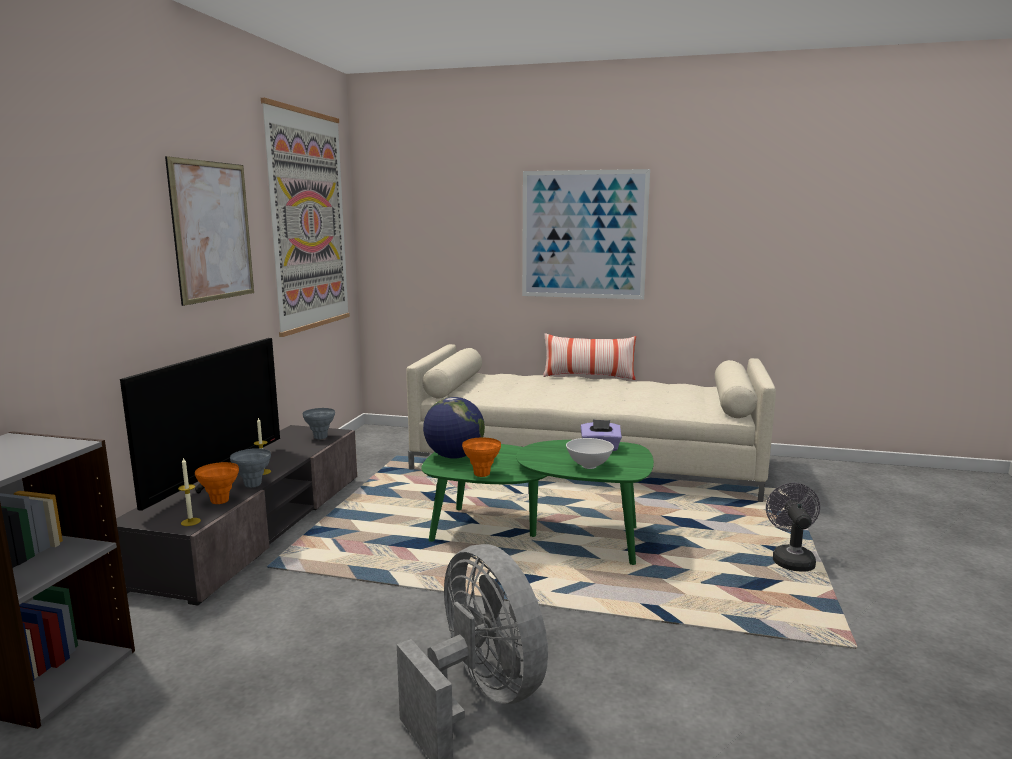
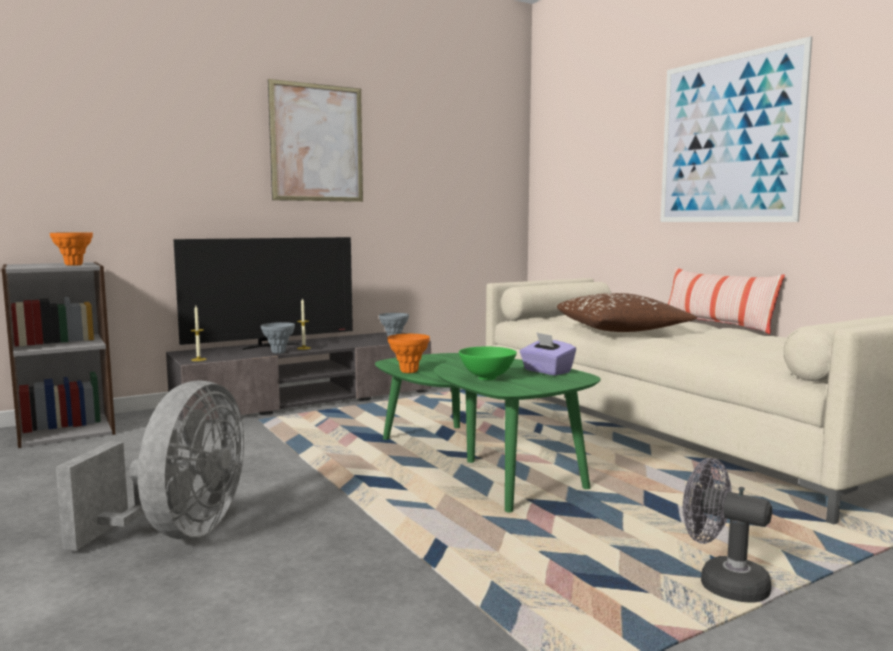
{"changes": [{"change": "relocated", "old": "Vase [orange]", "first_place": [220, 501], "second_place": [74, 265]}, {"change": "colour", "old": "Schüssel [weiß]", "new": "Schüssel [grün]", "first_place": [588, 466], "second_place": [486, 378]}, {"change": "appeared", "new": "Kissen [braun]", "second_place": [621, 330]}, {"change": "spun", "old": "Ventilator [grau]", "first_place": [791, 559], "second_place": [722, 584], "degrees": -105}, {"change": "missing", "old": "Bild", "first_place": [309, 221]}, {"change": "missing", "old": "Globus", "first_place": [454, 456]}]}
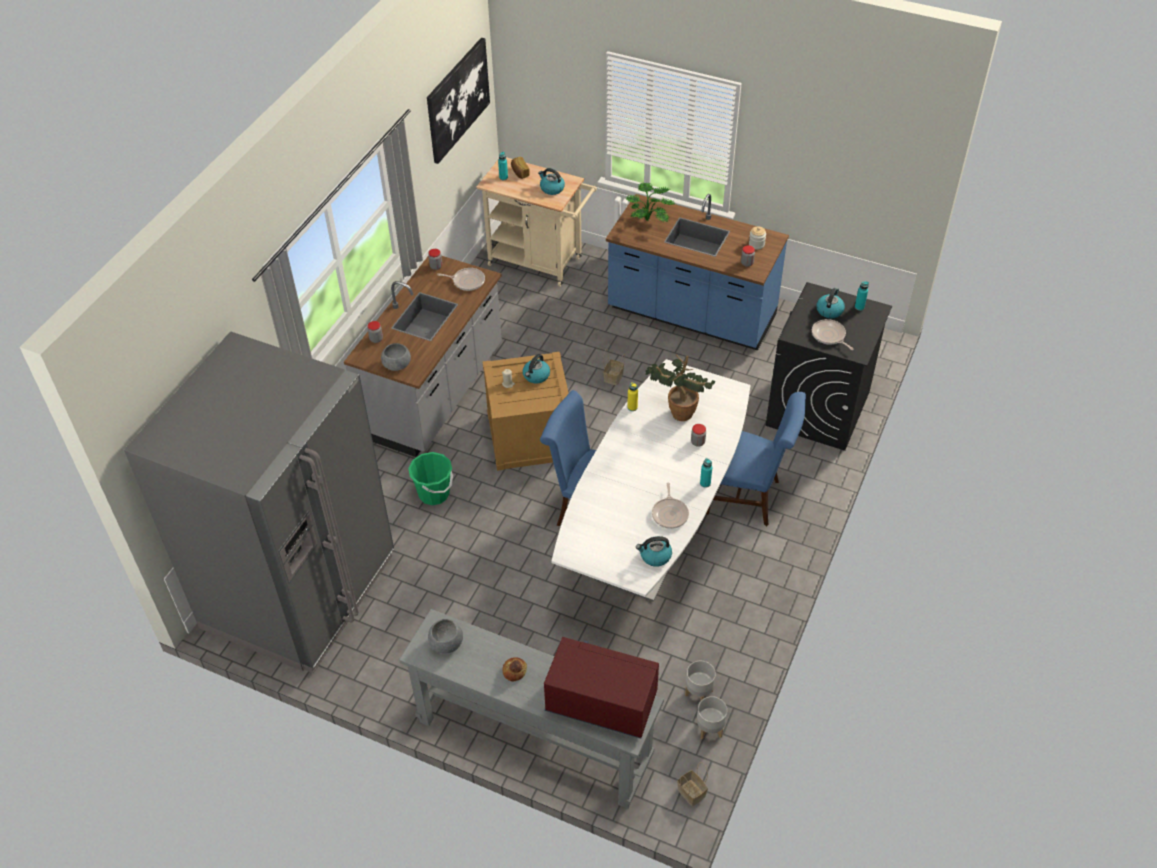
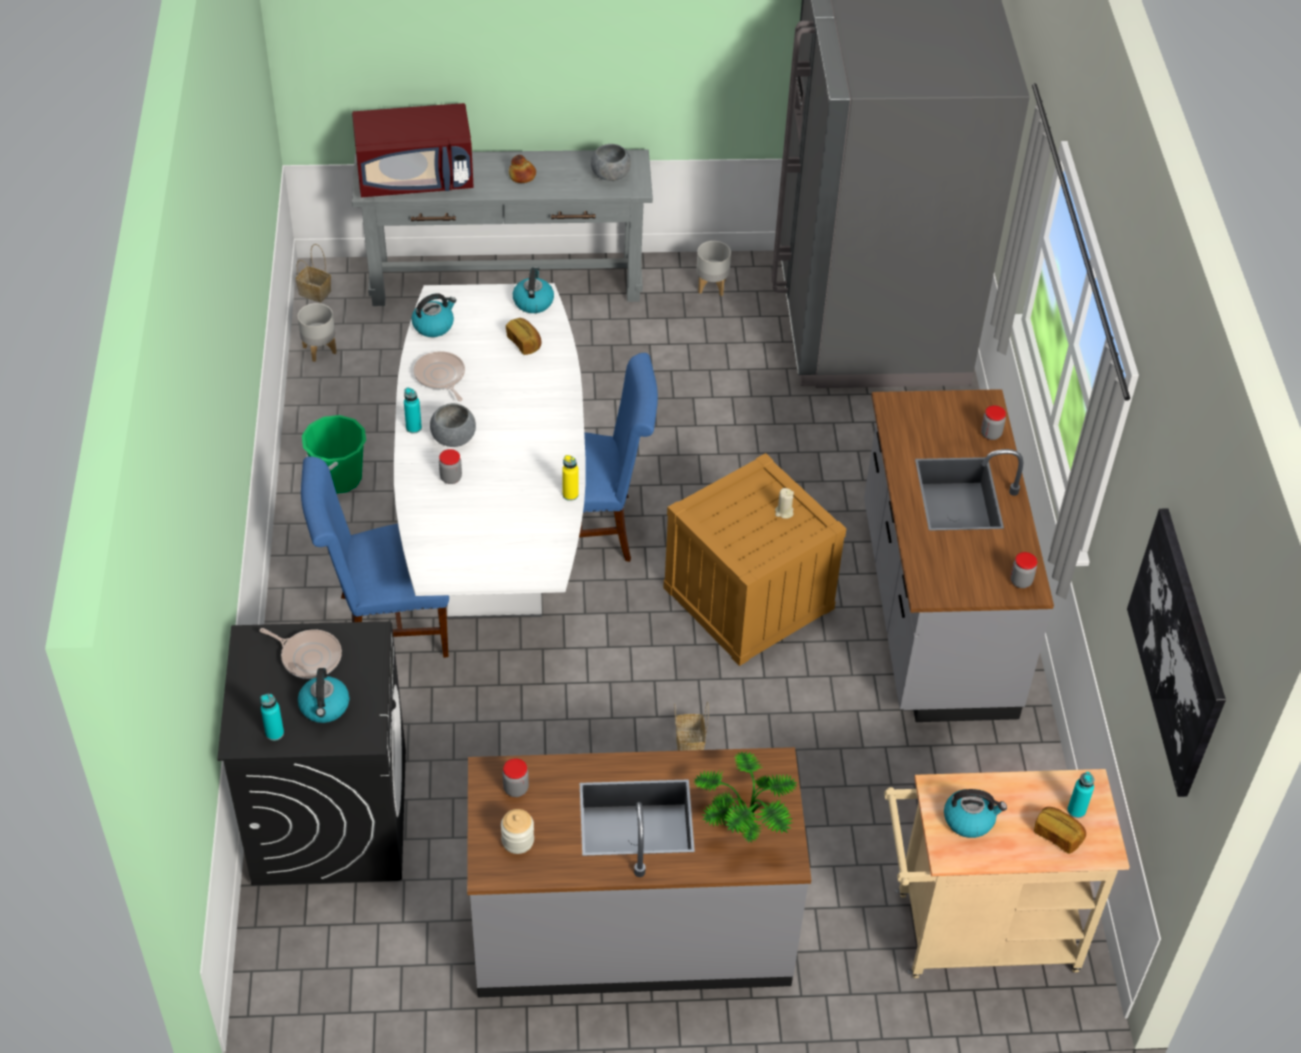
{"changes": [{"change": "relocated", "old": "Eimer [grün]", "first_place": [434, 493], "second_place": [338, 478]}, {"change": "relocated", "old": "Schüssel [grau]", "first_place": [397, 365], "second_place": [453, 437]}, {"change": "colour", "old": "Küchenzeile [blau]", "new": "Küchenzeile [grau]", "first_place": [691, 314], "second_place": [631, 927]}, {"change": "appeared", "new": "Brot", "second_place": [524, 343]}, {"change": "relocated", "old": "Wasserkessel", "first_place": [536, 376], "second_place": [533, 301]}, {"change": "relocated", "old": "Pflanzkübel [grau]", "first_place": [698, 693], "second_place": [712, 286]}, {"change": "missing", "old": "Pfanne", "first_place": [467, 281]}, {"change": "missing", "old": "Topfpflanze", "first_place": [678, 410]}]}
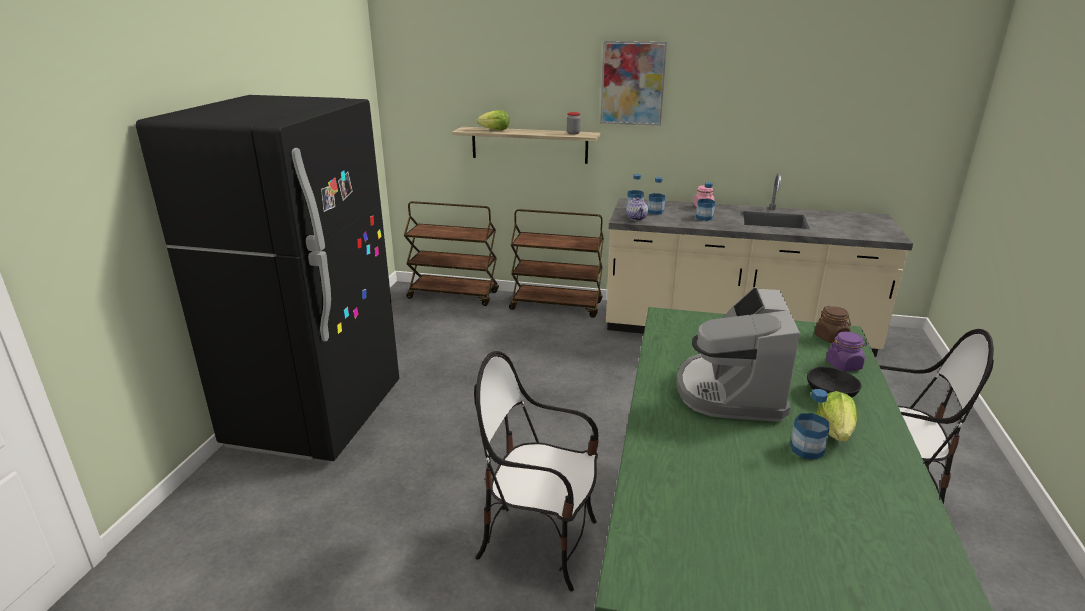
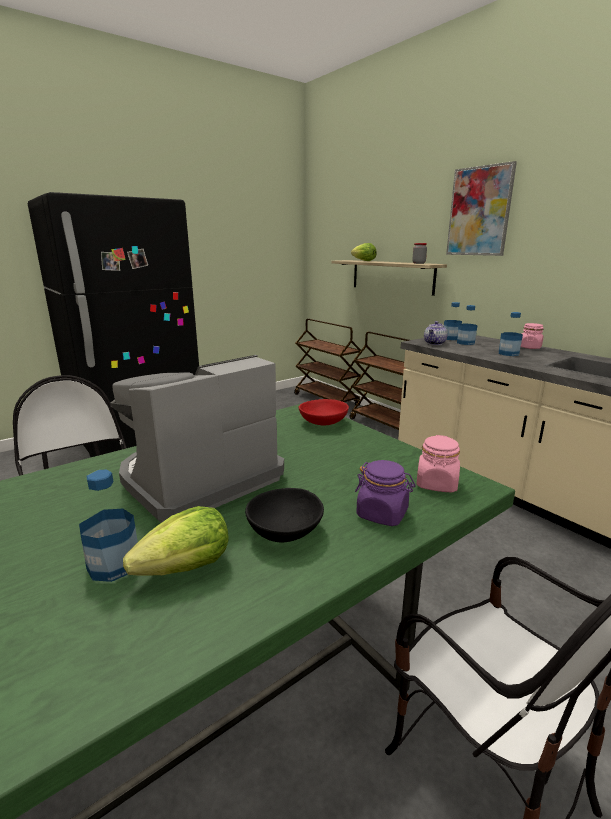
{"changes": [{"change": "appeared", "new": "Schüssel [rot]", "second_place": [323, 423]}, {"change": "colour", "old": "Vorratsglas [braun]", "new": "Vorratsglas [rosa]", "first_place": [831, 338], "second_place": [436, 484]}]}
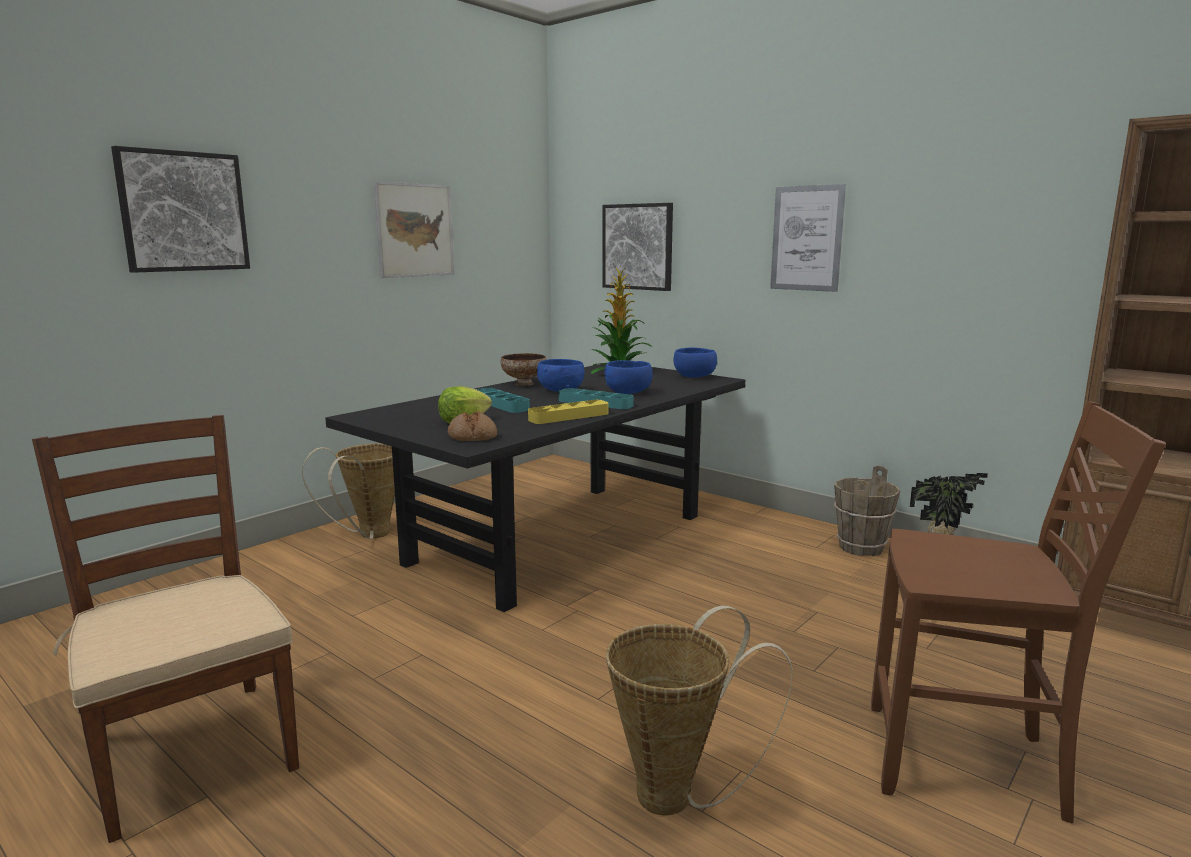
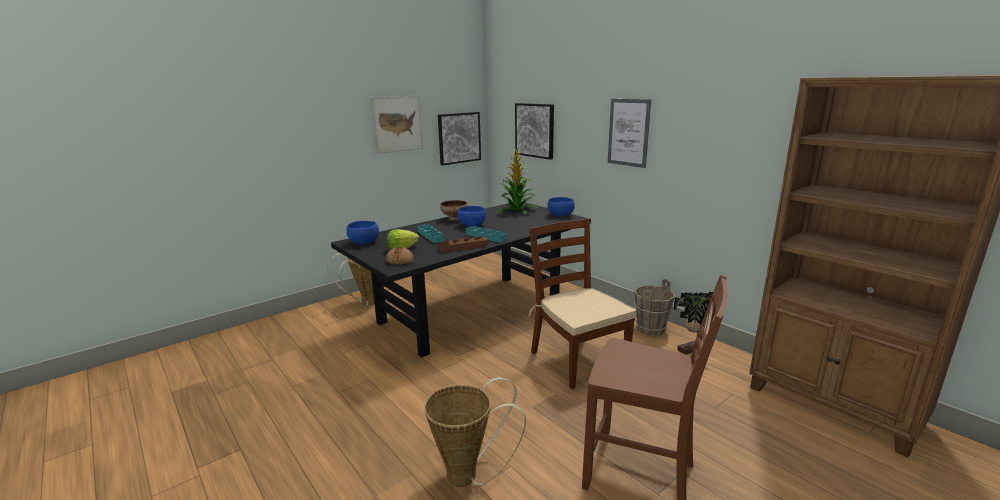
{"changes": [{"change": "relocated", "old": "Schüssel [blau]", "first_place": [628, 392], "second_place": [364, 242]}, {"change": "relocated", "old": "Bild", "first_place": [183, 211], "second_place": [459, 138]}, {"change": "colour", "old": "Tablett [gelb]", "new": "Tablett [braun]", "first_place": [569, 416], "second_place": [463, 247]}, {"change": "relocated", "old": "Stuhl [braun]", "first_place": [191, 751], "second_place": [577, 360]}]}
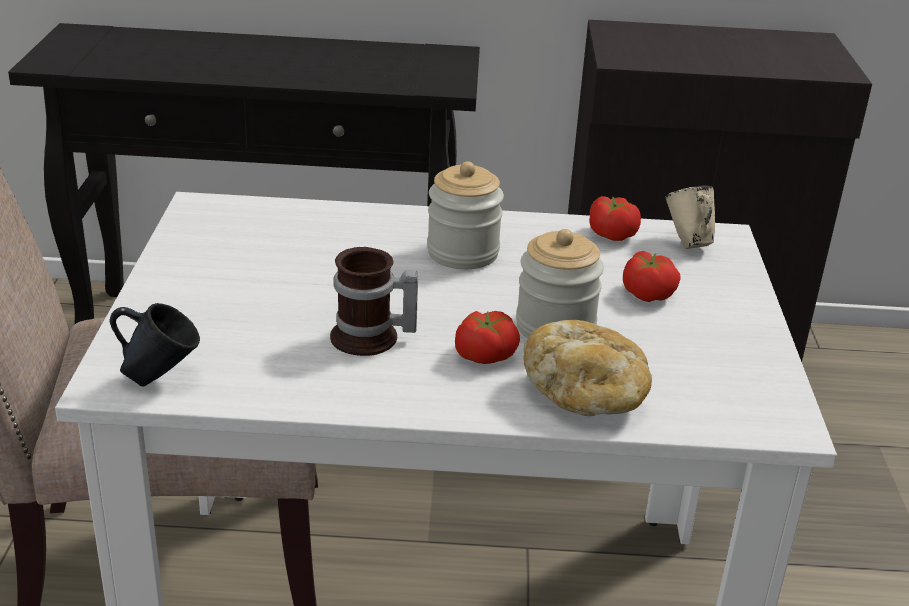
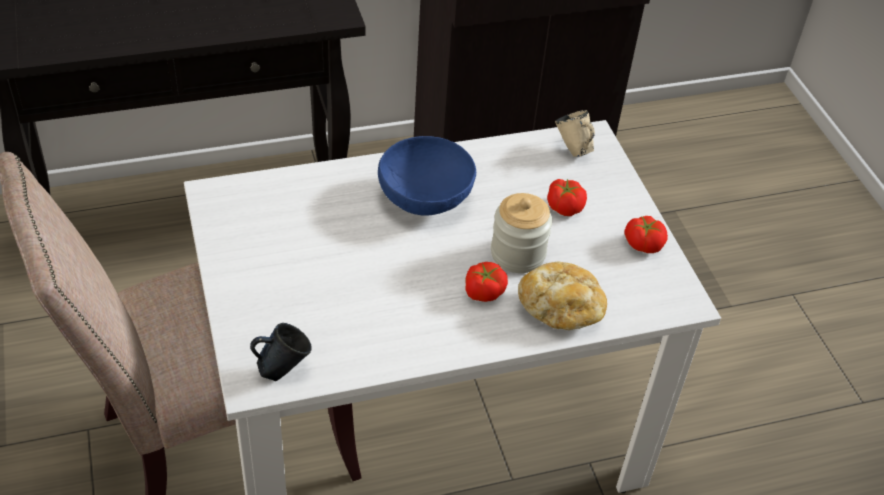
{"changes": [{"change": "exchanged", "old": "Vorratsglas", "new": "Schüssel [blau]", "first_place": [463, 253], "second_place": [426, 197]}, {"change": "relocated", "old": "Tomate", "first_place": [612, 234], "second_place": [643, 243]}, {"change": "missing", "old": "Henkelbecher", "first_place": [371, 339]}]}
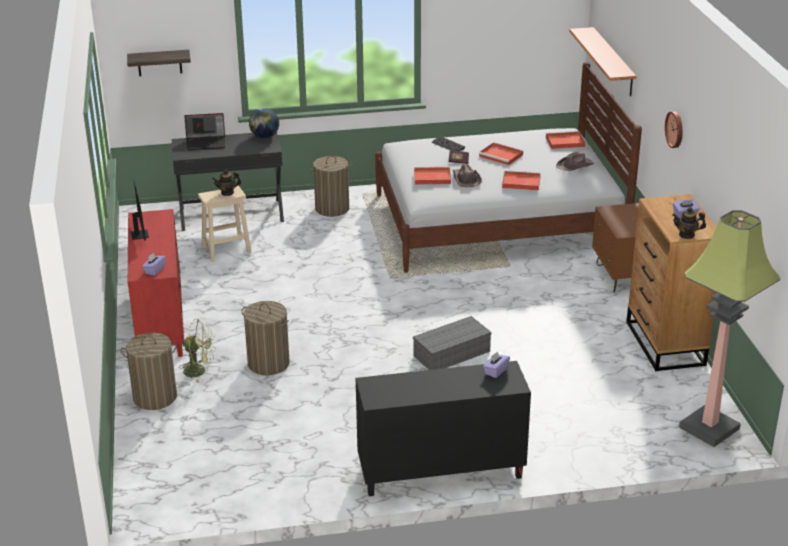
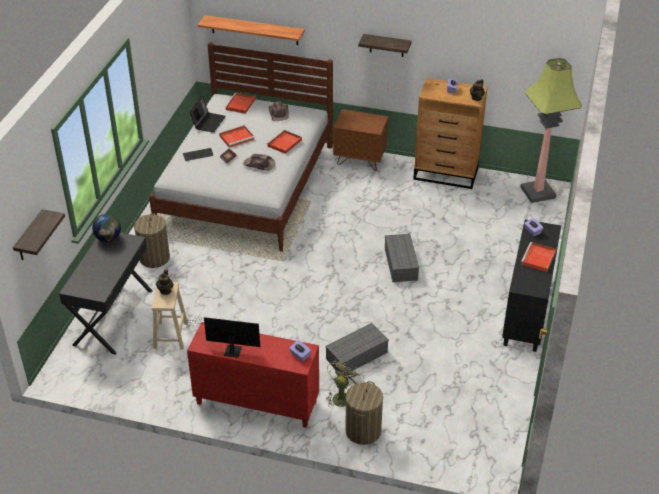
{"changes": [{"change": "relocated", "old": "Laptop", "first_place": [206, 142], "second_place": [208, 122]}, {"change": "exchanged", "old": "Wäschekorb", "new": "Aufbewahrungsbox [grau]", "first_place": [268, 363], "second_place": [356, 356]}, {"change": "exchanged", "old": "Wanduhr", "new": "Wandregal", "first_place": [675, 129], "second_place": [386, 45]}, {"change": "relocated", "old": "Tablett [rot]", "first_place": [431, 178], "second_place": [538, 259]}]}
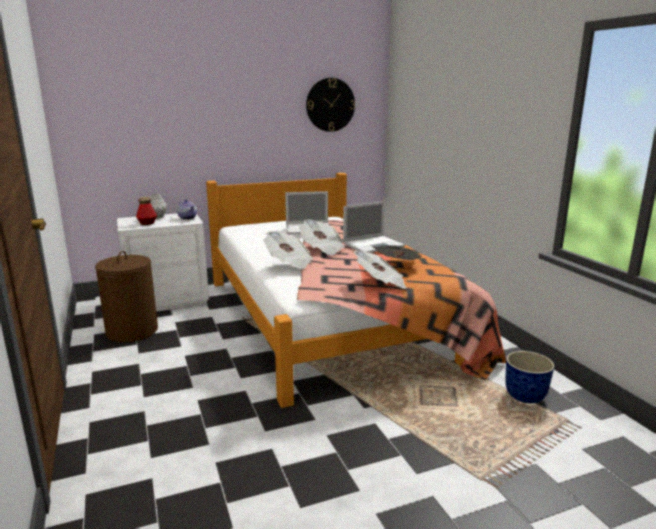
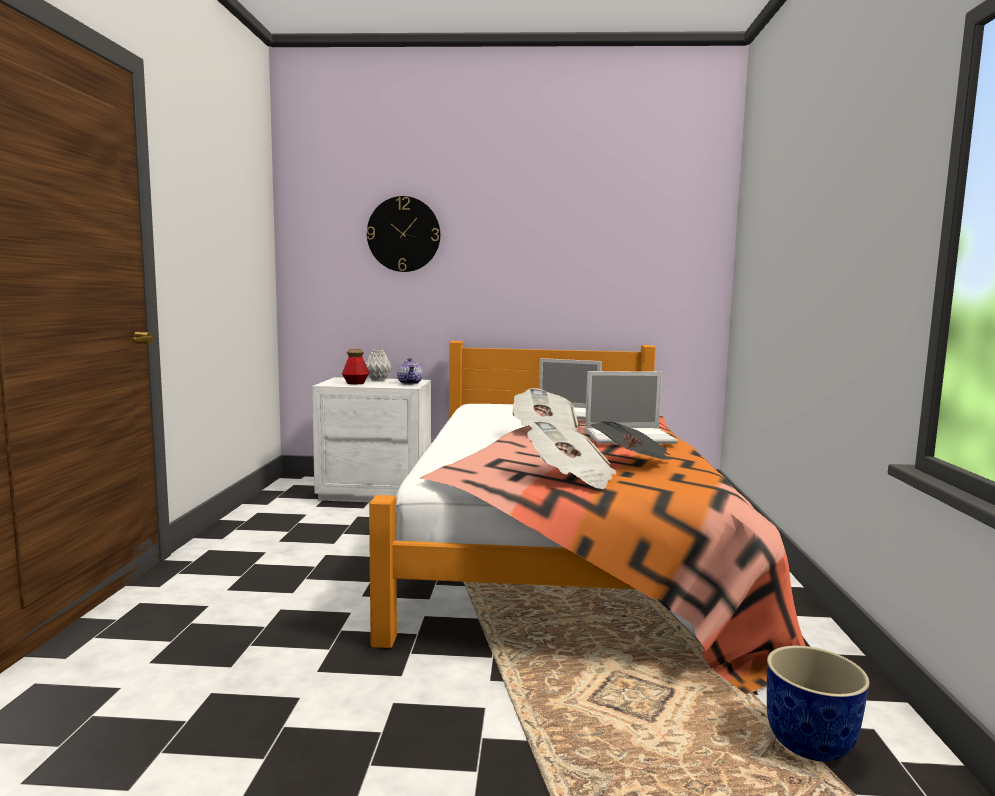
{"changes": [{"change": "relocated", "old": "Wanduhr", "first_place": [330, 105], "second_place": [403, 234]}, {"change": "missing", "old": "Wäschekorb [braun]", "first_place": [132, 331]}, {"change": "missing", "old": "Zeitung", "first_place": [289, 262]}]}
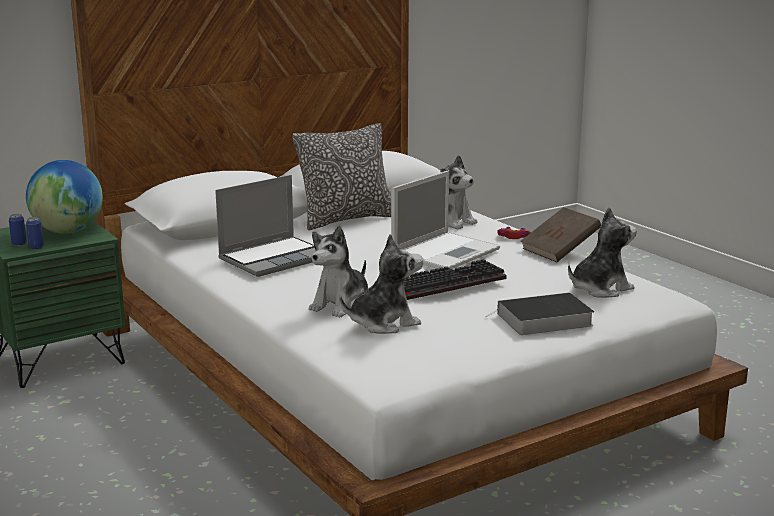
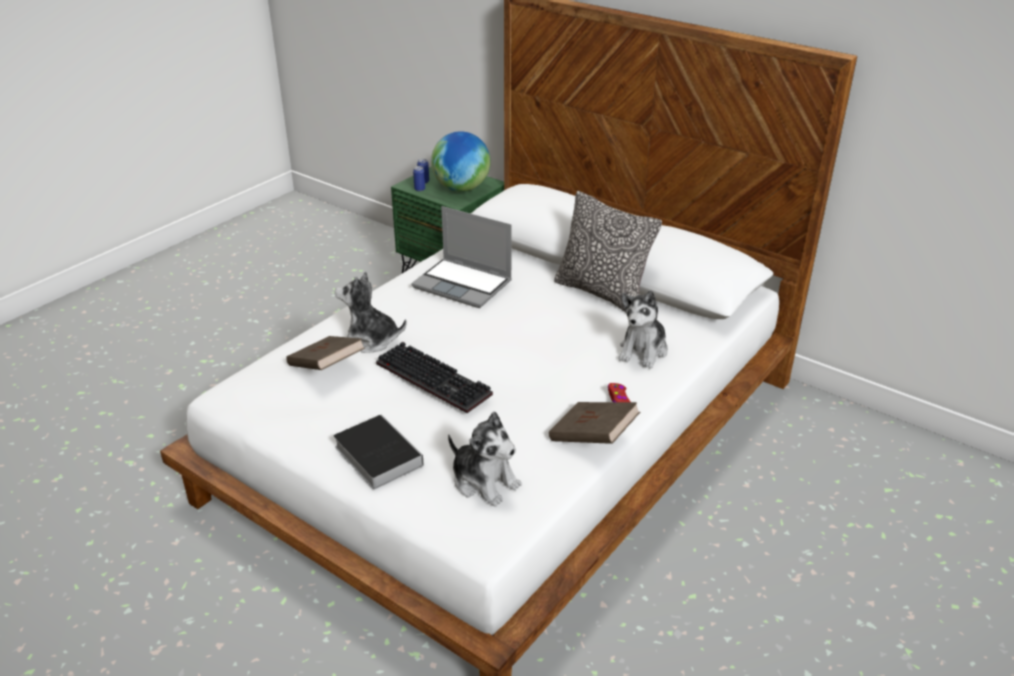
{"changes": [{"change": "exchanged", "old": "Plüschtier", "new": "Buch [braun]", "first_place": [383, 323], "second_place": [326, 367]}, {"change": "missing", "old": "Laptop", "first_place": [446, 252]}]}
